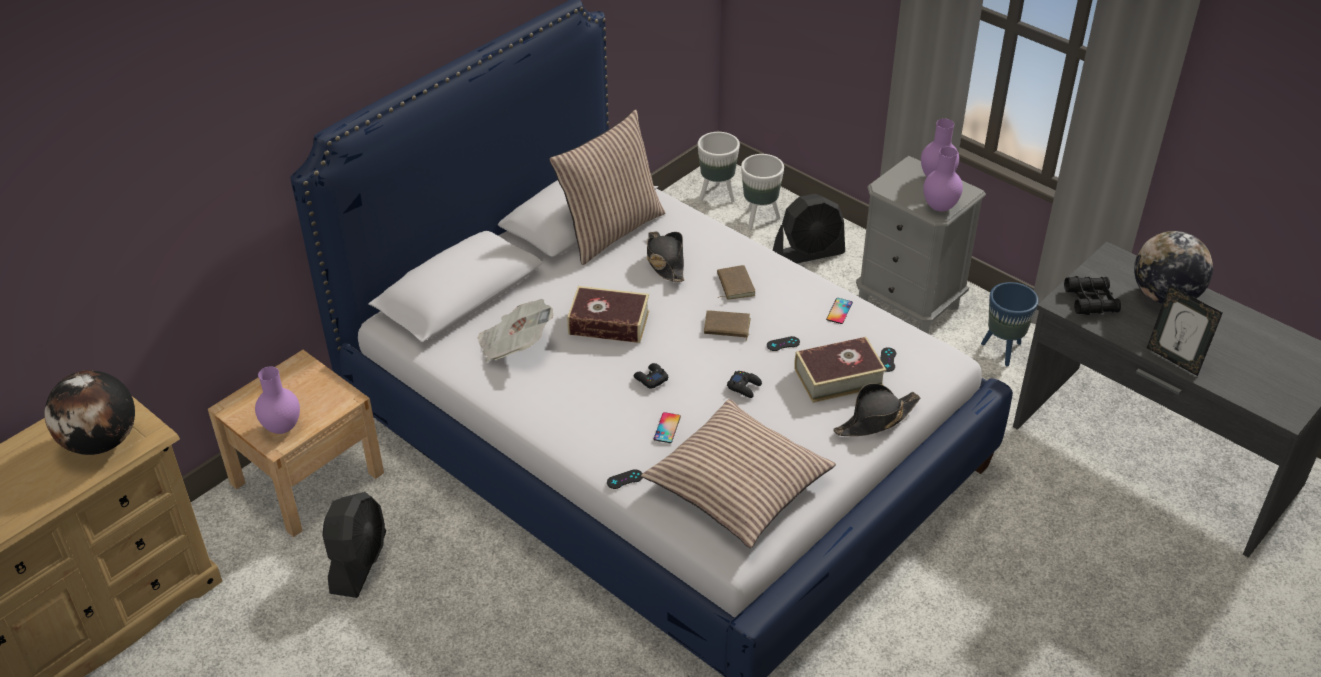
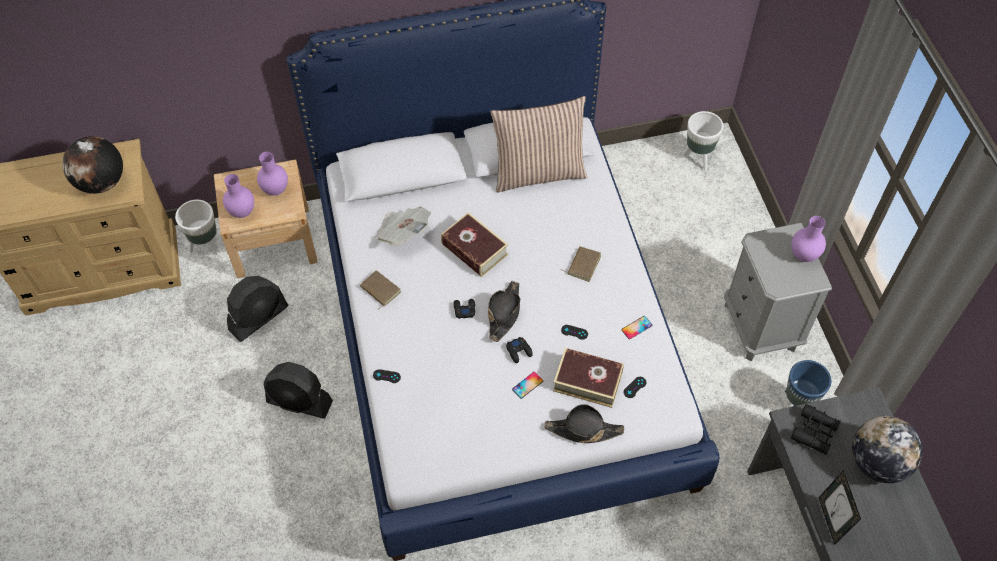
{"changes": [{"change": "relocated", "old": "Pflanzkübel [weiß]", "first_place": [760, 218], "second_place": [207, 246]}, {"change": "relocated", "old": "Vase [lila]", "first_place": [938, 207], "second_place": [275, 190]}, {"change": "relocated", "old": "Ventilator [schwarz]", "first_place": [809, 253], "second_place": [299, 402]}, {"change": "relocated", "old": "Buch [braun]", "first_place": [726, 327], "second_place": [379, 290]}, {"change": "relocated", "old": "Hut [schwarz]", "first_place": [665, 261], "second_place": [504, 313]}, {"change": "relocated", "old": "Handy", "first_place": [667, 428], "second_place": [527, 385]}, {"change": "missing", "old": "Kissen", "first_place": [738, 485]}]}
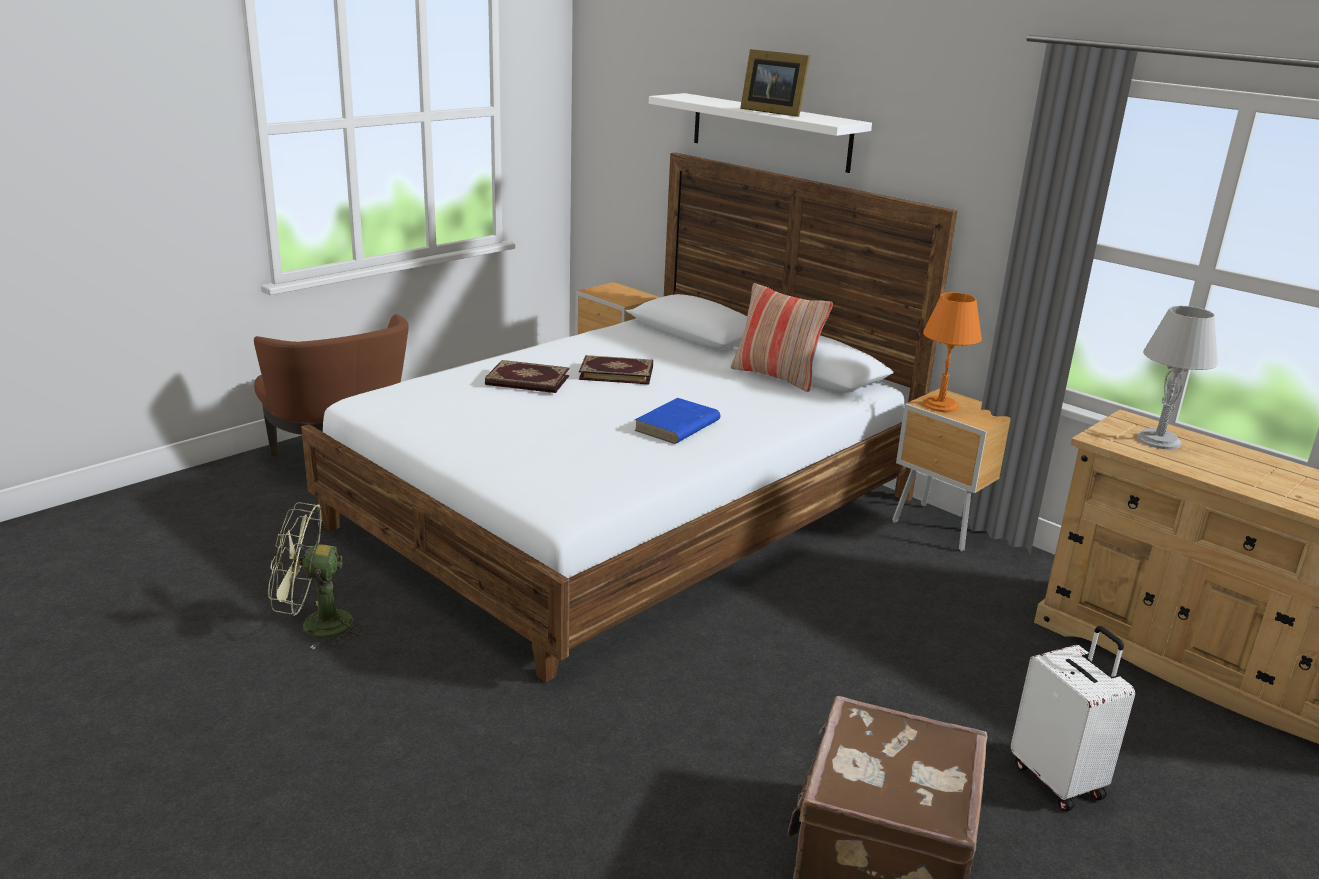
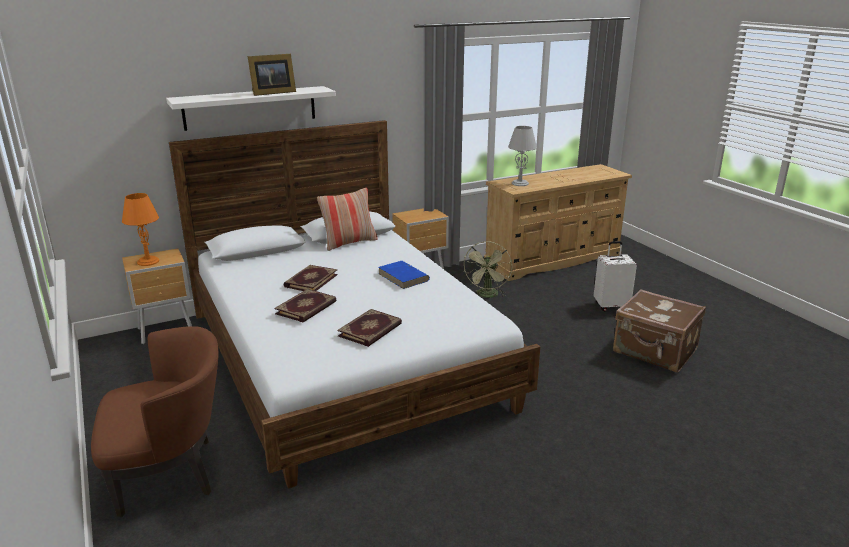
{"changes": [{"change": "relocated", "old": "Tischlampe [orange]", "first_place": [940, 405], "second_place": [148, 261]}, {"change": "appeared", "new": "Buch", "second_place": [371, 330]}, {"change": "relocated", "old": "Ventilator [grün]", "first_place": [315, 626], "second_place": [487, 296]}]}
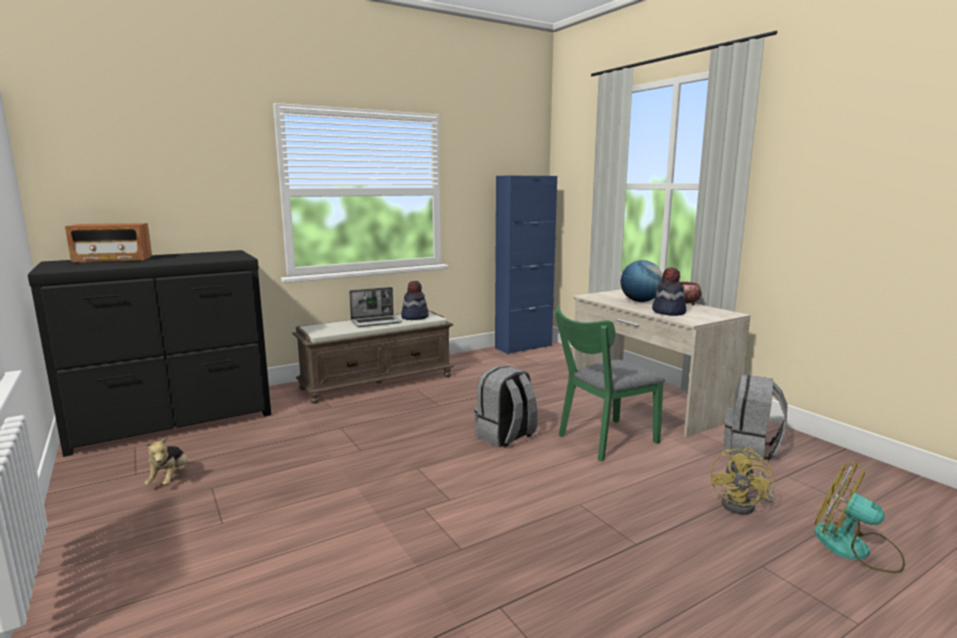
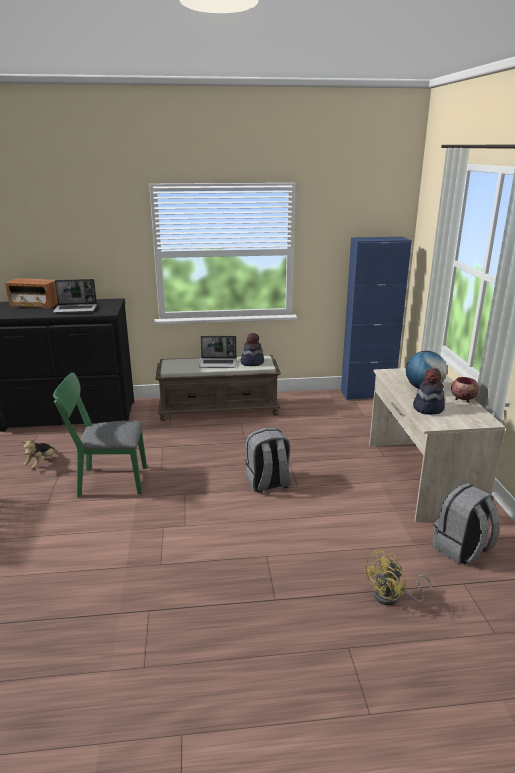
{"changes": [{"change": "appeared", "new": "Laptop", "second_place": [76, 309]}, {"change": "relocated", "old": "Stuhl [grün]", "first_place": [602, 440], "second_place": [107, 481]}, {"change": "missing", "old": "Ventilator", "first_place": [855, 549]}]}
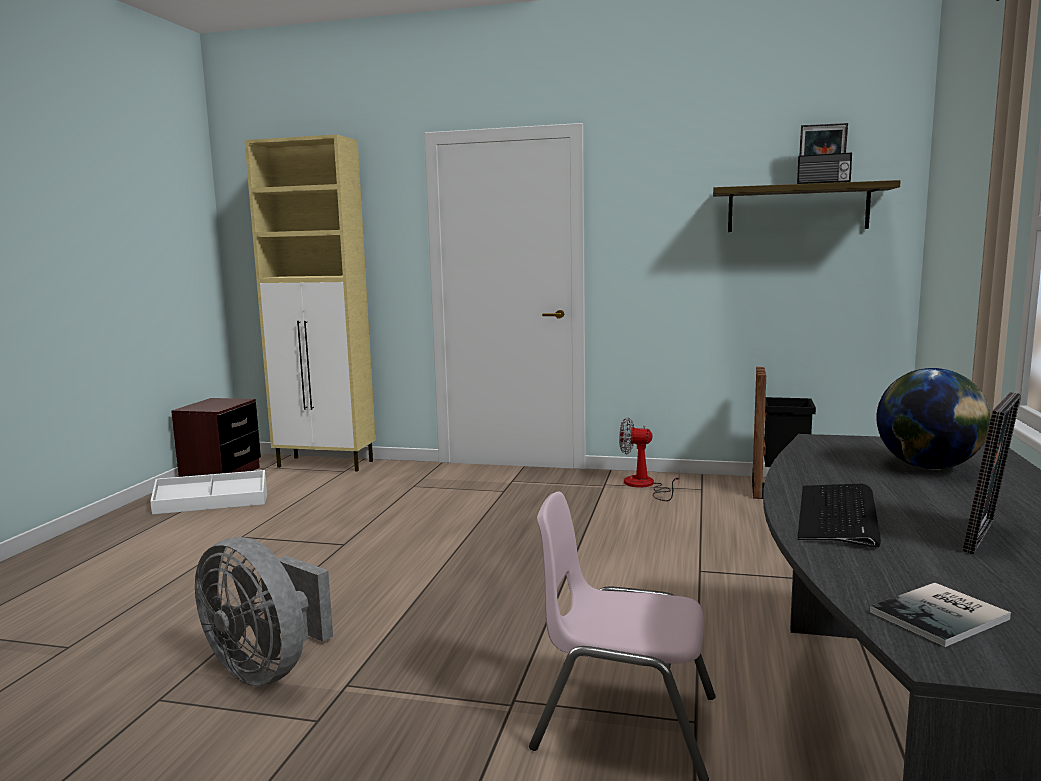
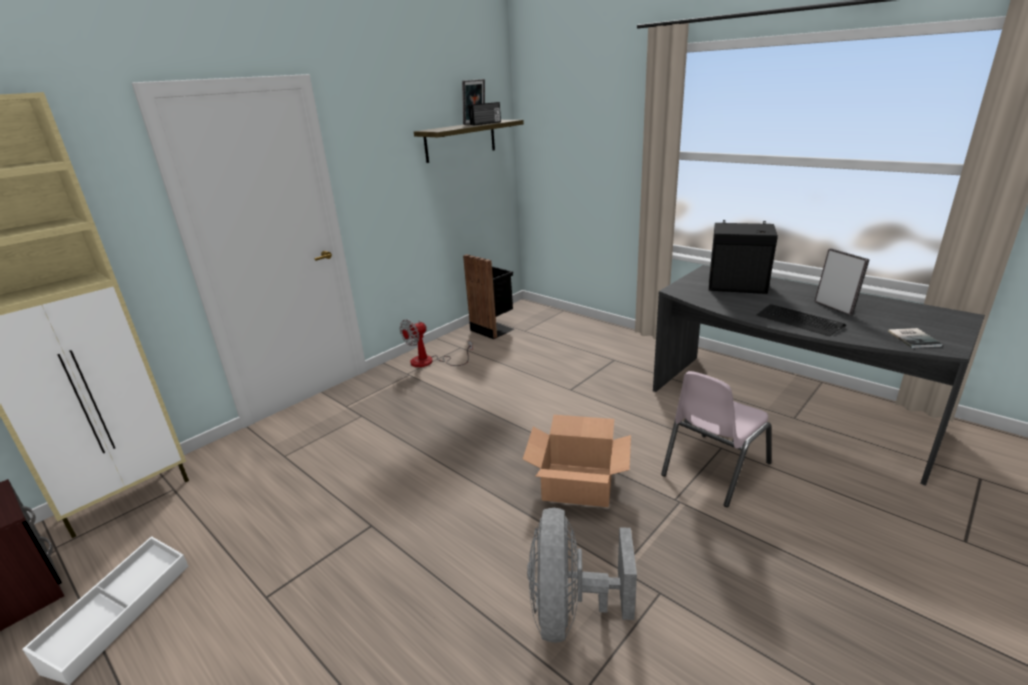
{"changes": [{"change": "appeared", "new": "Karton", "second_place": [577, 483]}, {"change": "spun", "old": "Ventilator [grau]", "first_place": [267, 668], "second_place": [571, 611], "degrees": 120}, {"change": "exchanged", "old": "Globus", "new": "Lautsprecher [schwarz]", "first_place": [928, 468], "second_place": [738, 287]}]}
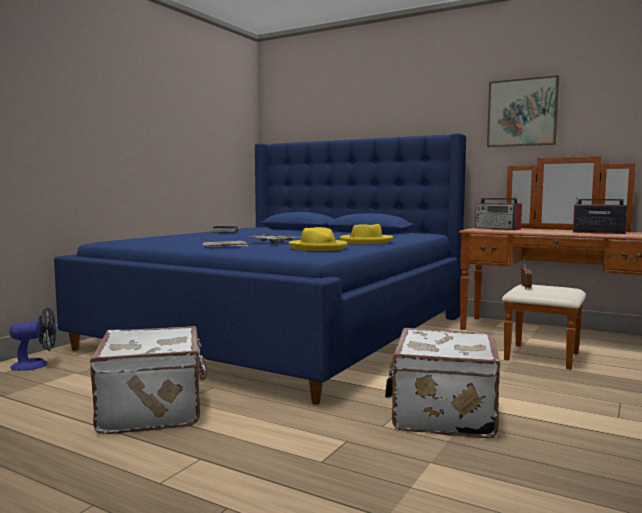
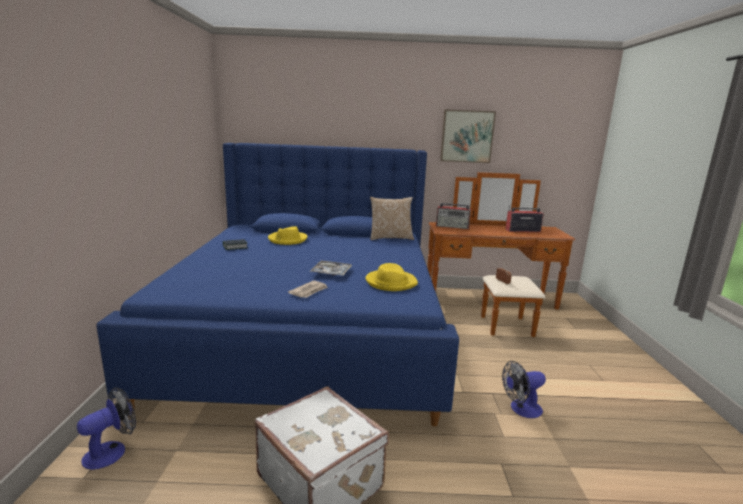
{"changes": [{"change": "relocated", "old": "Hut [gelb]", "first_place": [365, 241], "second_place": [287, 240]}, {"change": "appeared", "new": "Kissen", "second_place": [390, 238]}, {"change": "exchanged", "old": "Koffer [weiß]", "new": "Ventilator", "first_place": [442, 414], "second_place": [521, 409]}]}
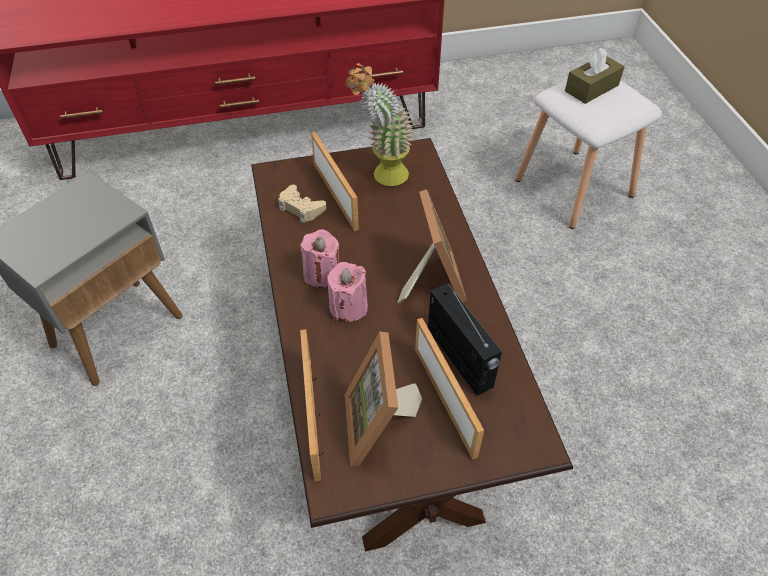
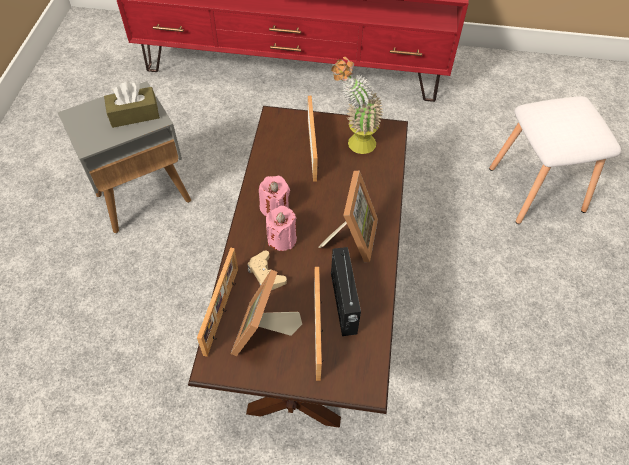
{"changes": [{"change": "relocated", "old": "Taschentuchbox [braun]", "first_place": [591, 88], "second_place": [134, 114]}, {"change": "relocated", "old": "Gamepad [beige]", "first_place": [301, 208], "second_place": [266, 274]}]}
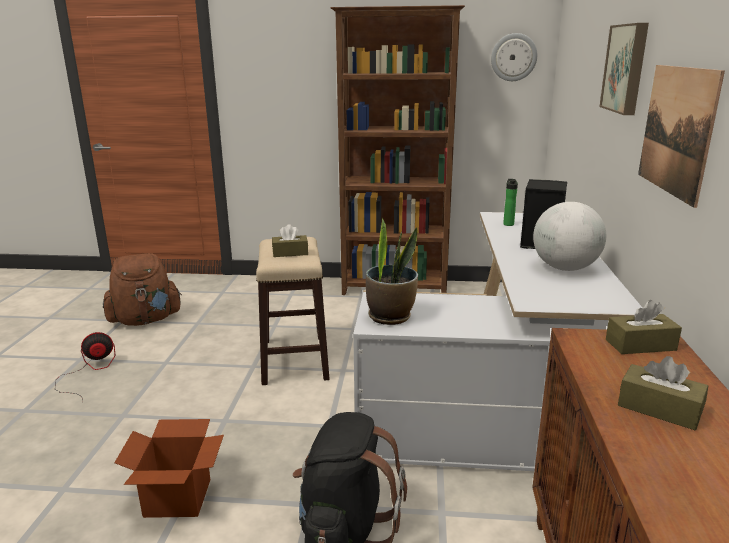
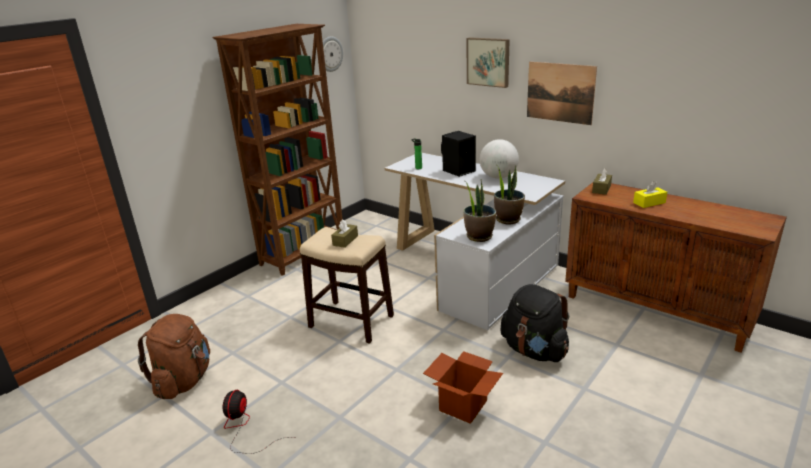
{"changes": [{"change": "appeared", "new": "Topfpflanze", "second_place": [508, 219]}, {"change": "colour", "old": "Taschentuchbox [braun]", "new": "Taschentuchbox [gelb]", "first_place": [659, 409], "second_place": [649, 203]}]}
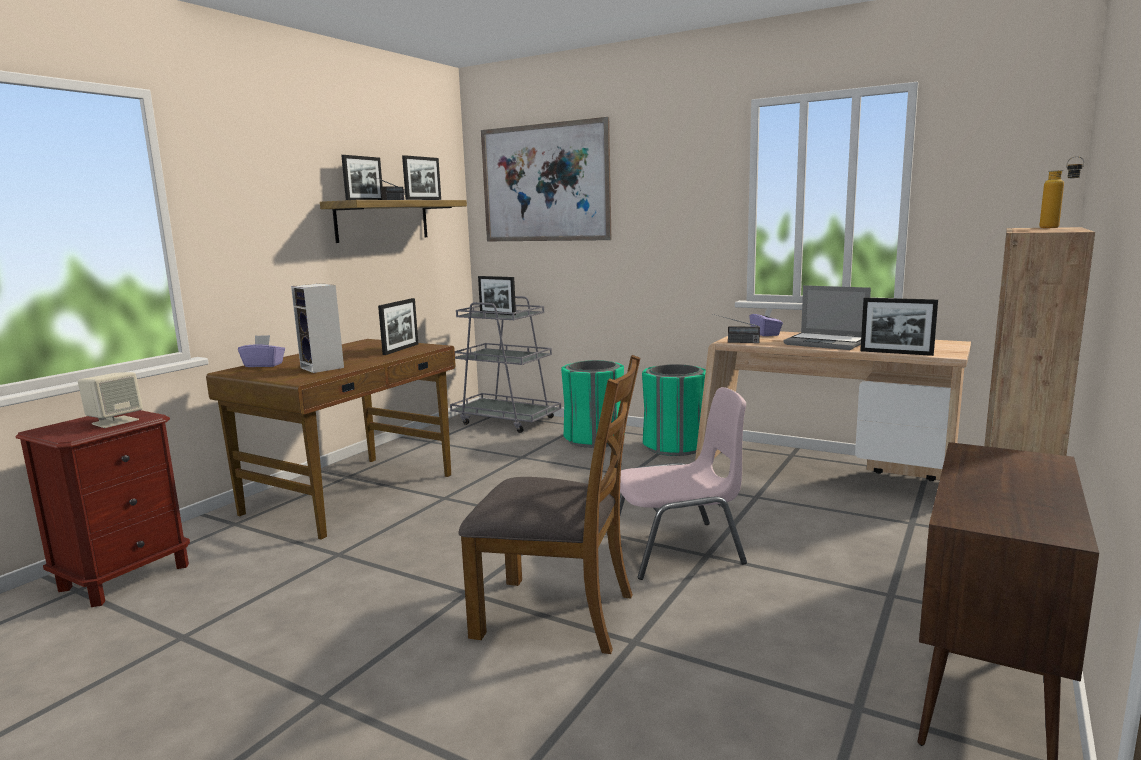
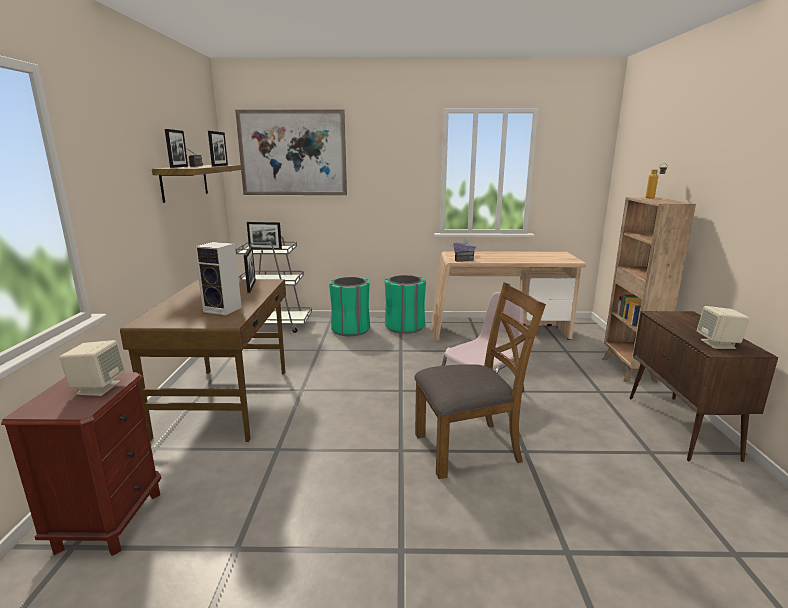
{"changes": [{"change": "appeared", "new": "Lautsprecher [beige]", "second_place": [718, 344]}, {"change": "missing", "old": "Taschentuchbox [lila]", "first_place": [264, 365]}, {"change": "missing", "old": "Laptop", "first_place": [827, 343]}, {"change": "missing", "old": "Bilderrahmen", "first_place": [896, 353]}]}
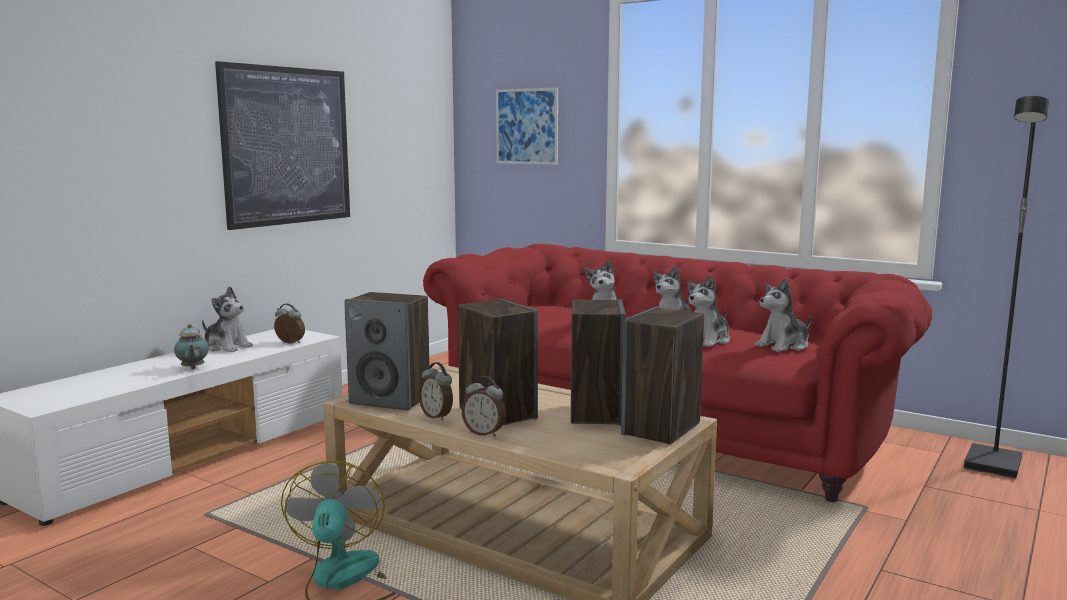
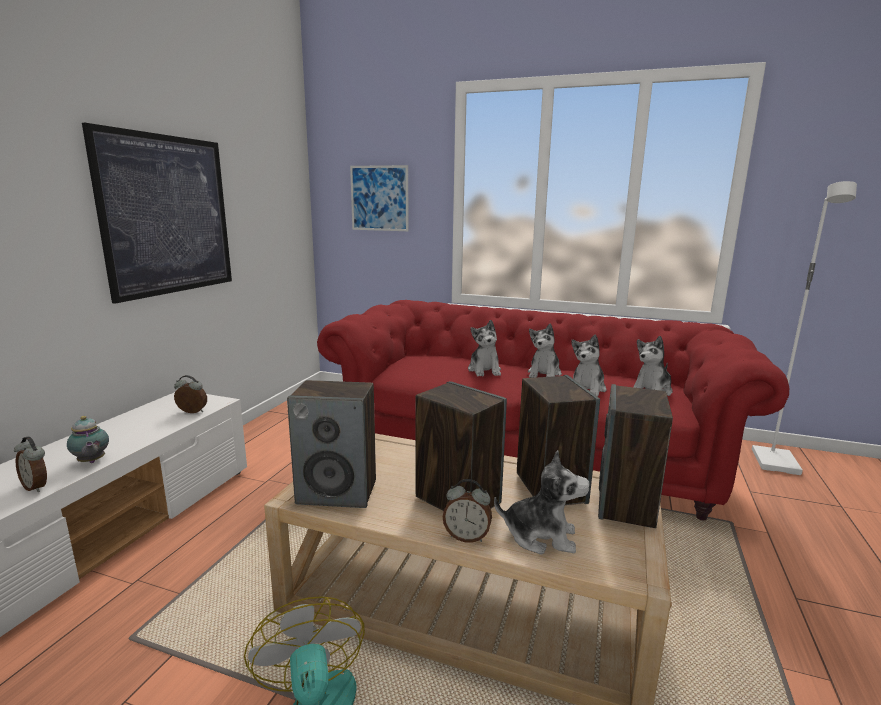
{"changes": [{"change": "relocated", "old": "Wecker", "first_place": [437, 416], "second_place": [37, 487]}, {"change": "relocated", "old": "Plüschtier", "first_place": [227, 347], "second_place": [541, 536]}, {"change": "colour", "old": "Stehlampe [schwarz]", "new": "Stehlampe [weiß]", "first_place": [994, 465], "second_place": [776, 463]}]}
